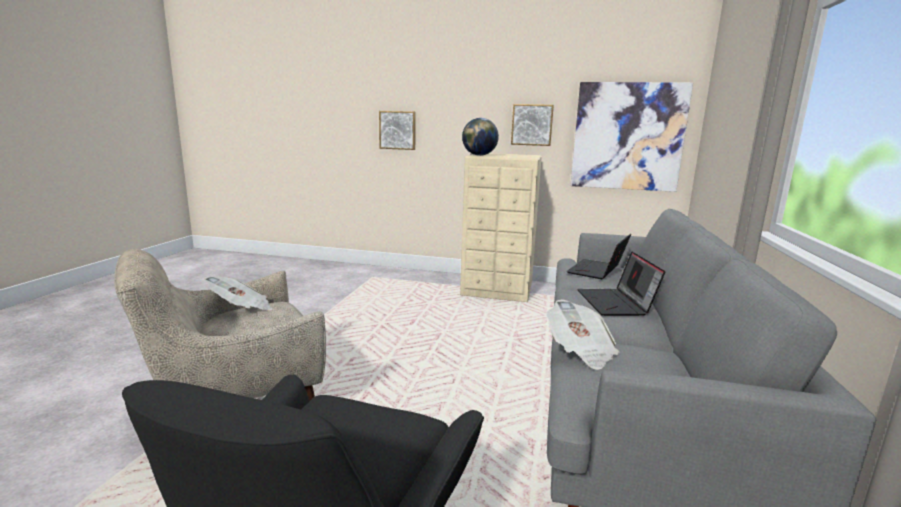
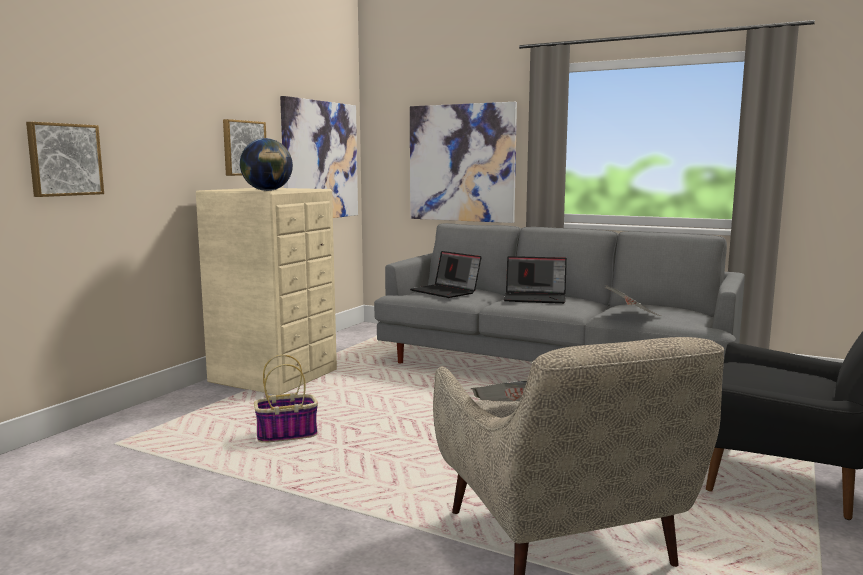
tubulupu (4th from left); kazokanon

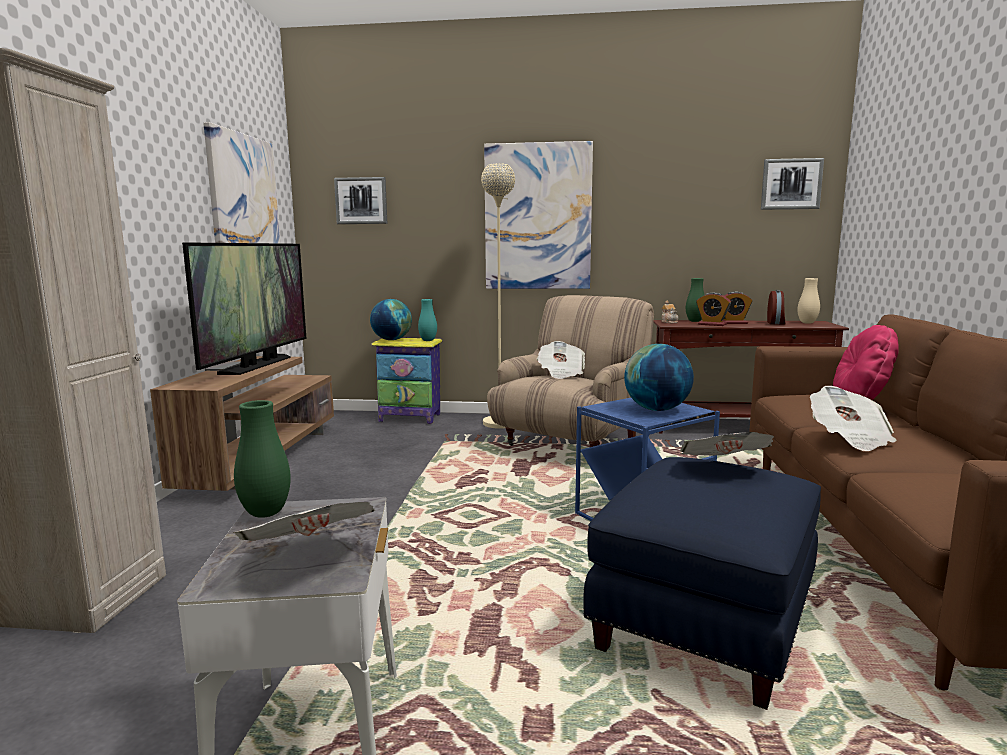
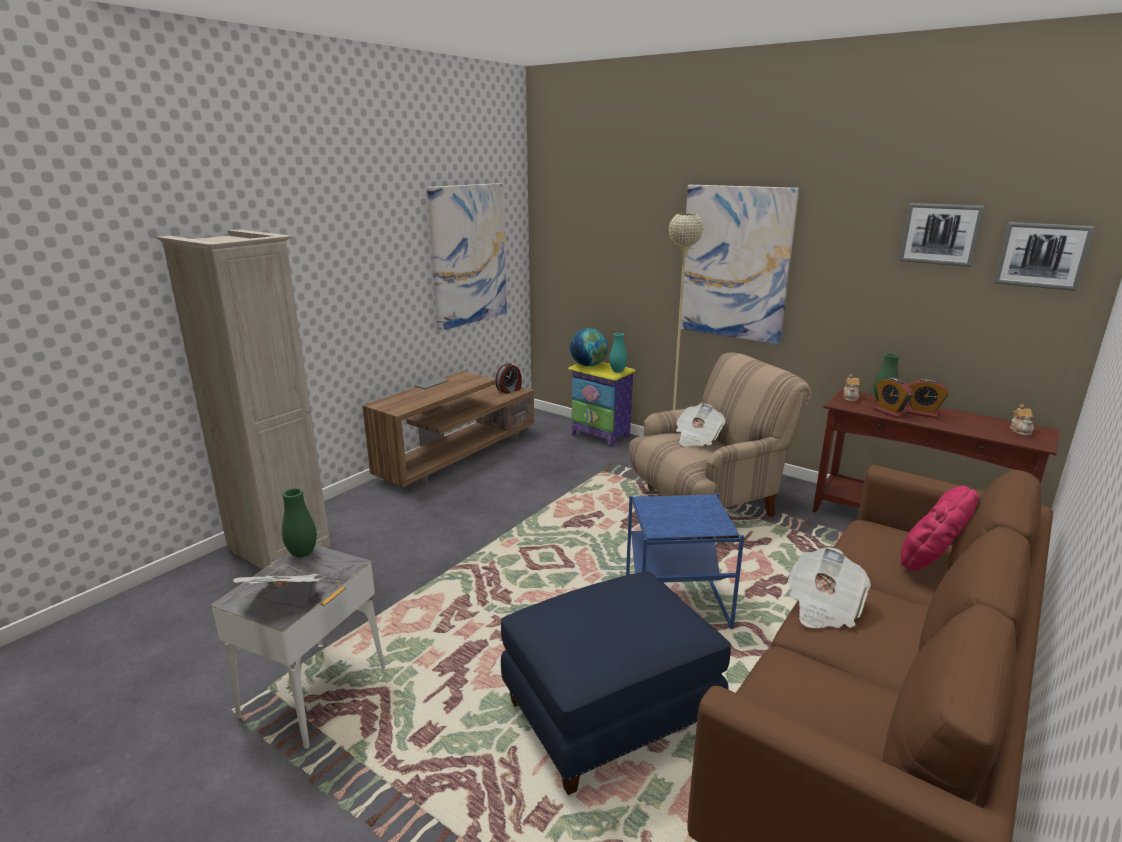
tubulupu (3rd from left); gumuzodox; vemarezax (2nd from left); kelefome (1st from left); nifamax (2nd from left in the first image); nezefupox (3rd from left in the first image)

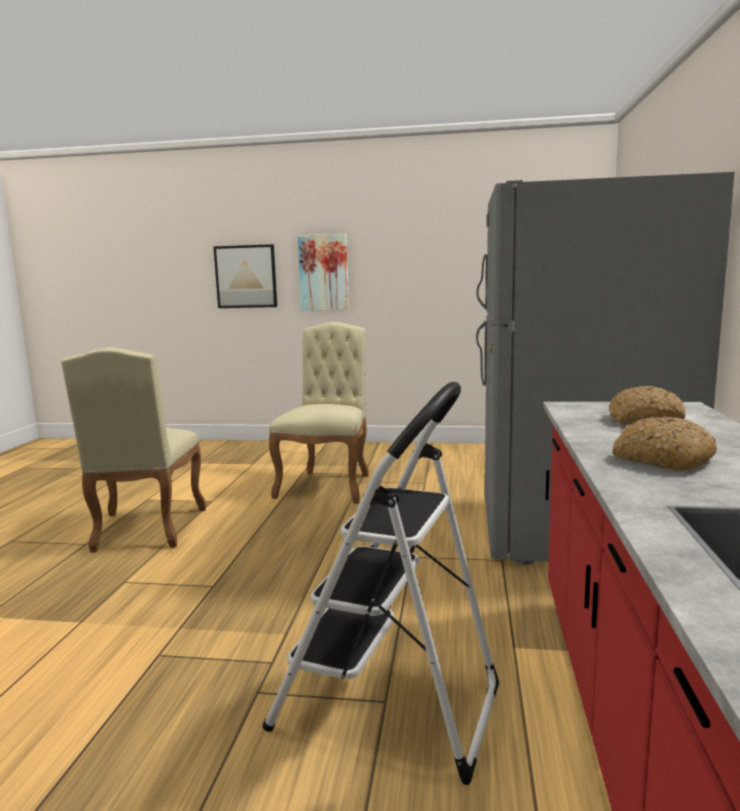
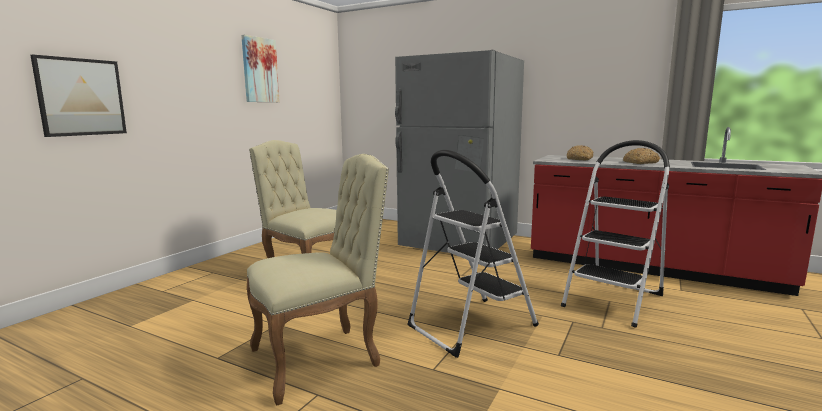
tubulupu (2nd from left); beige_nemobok (2nd from left); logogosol (1st from left)

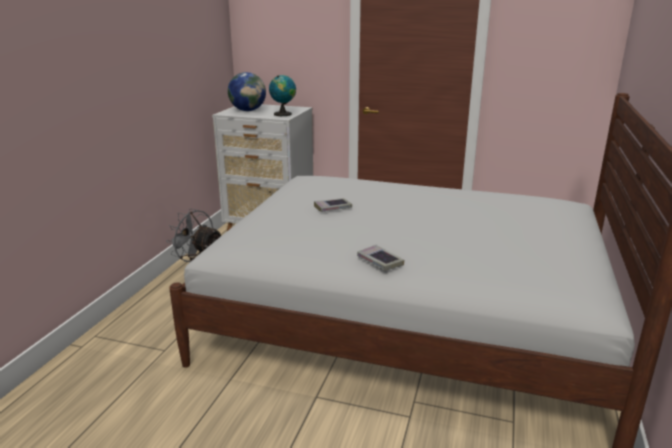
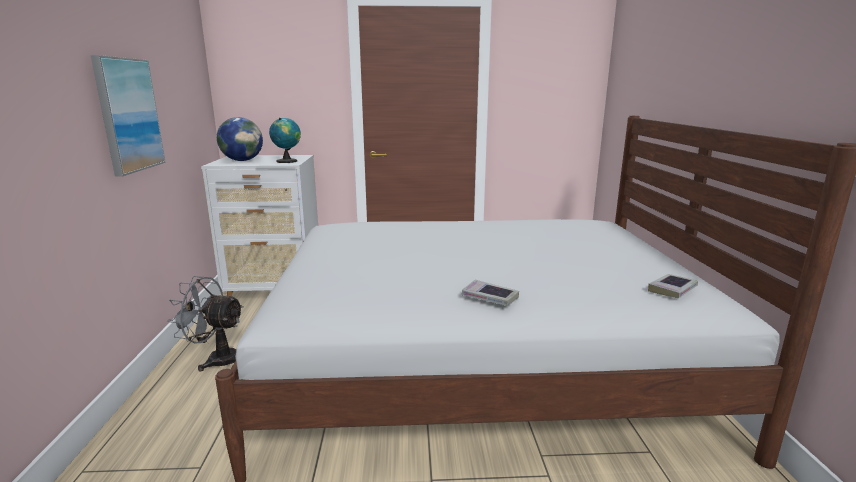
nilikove (2nd from left); tubulupu

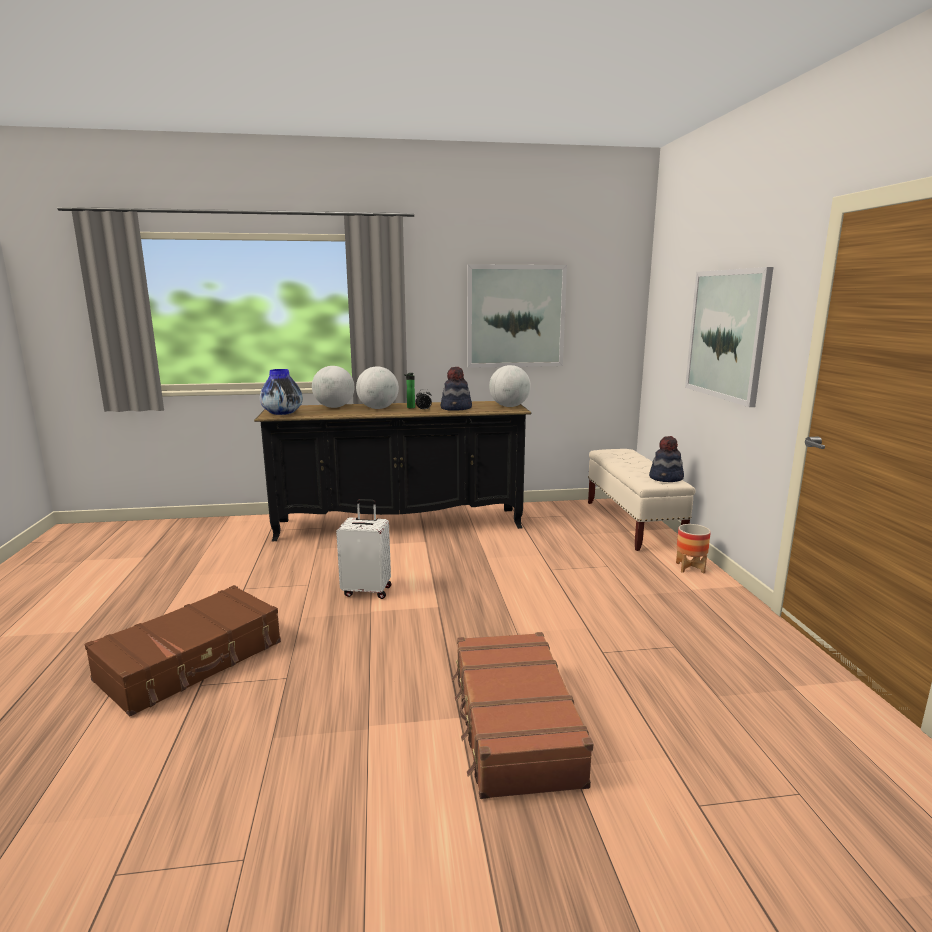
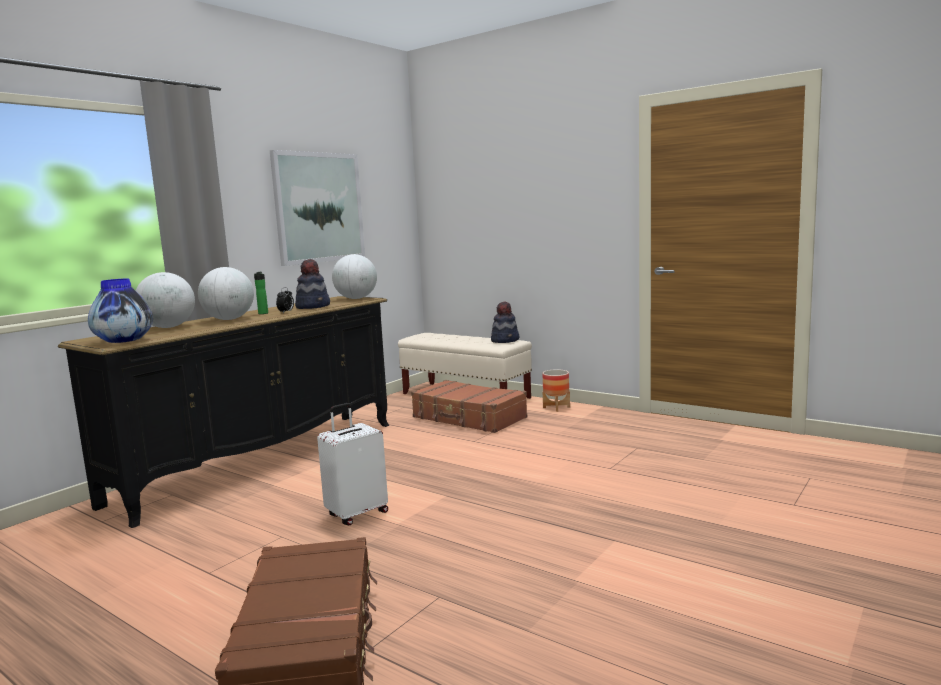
tubulupu (2nd from left in the first image); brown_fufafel (2nd from left)

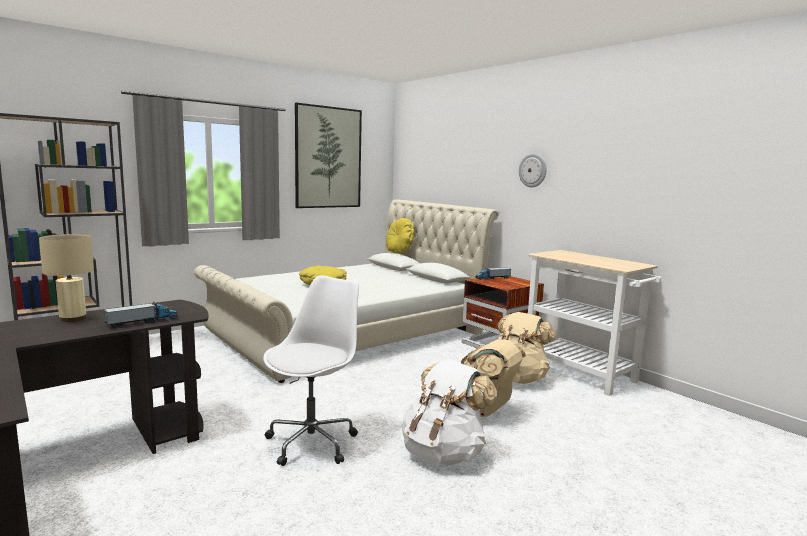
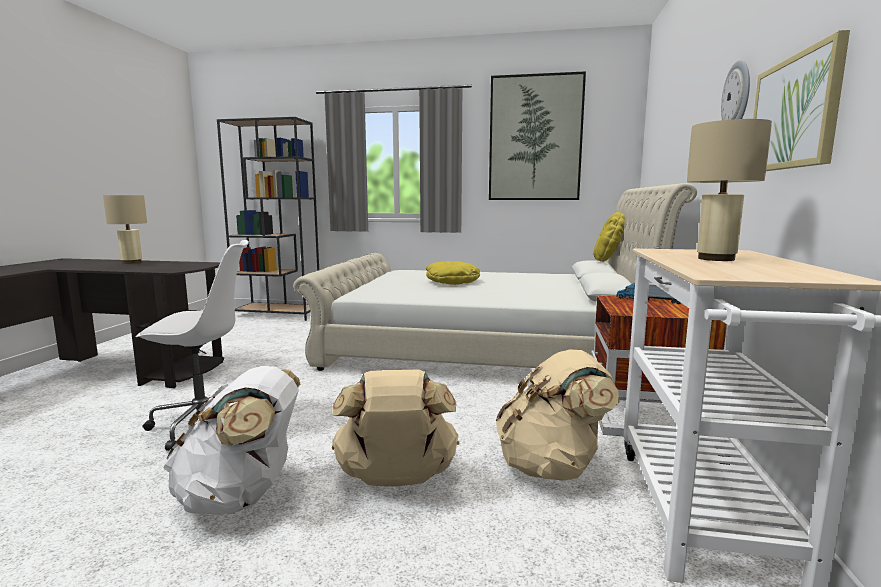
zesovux (1st from left in the first image); tubulupu (2nd from left); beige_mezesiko (2nd from left)

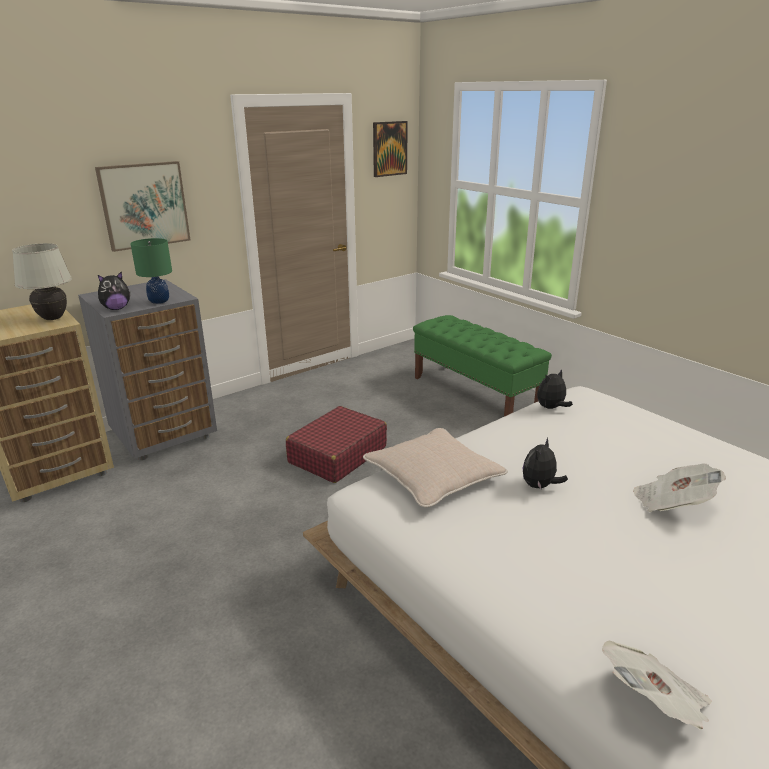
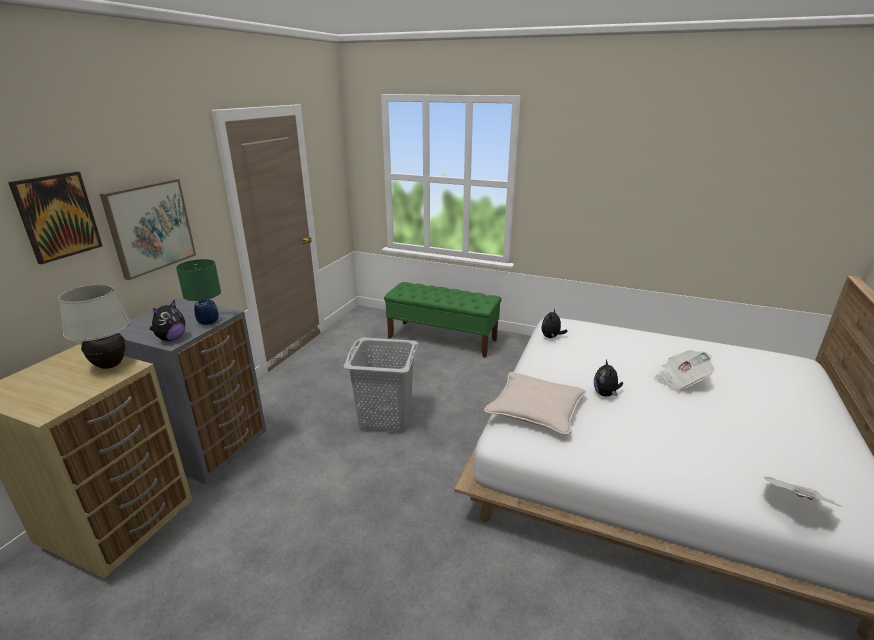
tubulupu (1st from left); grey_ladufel

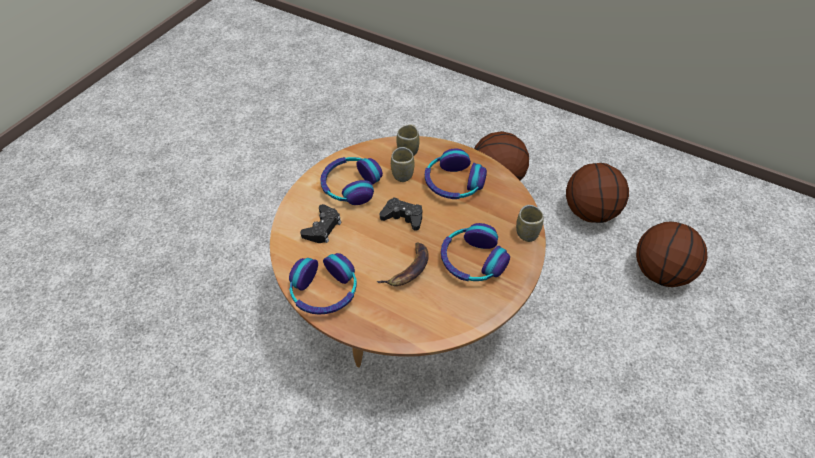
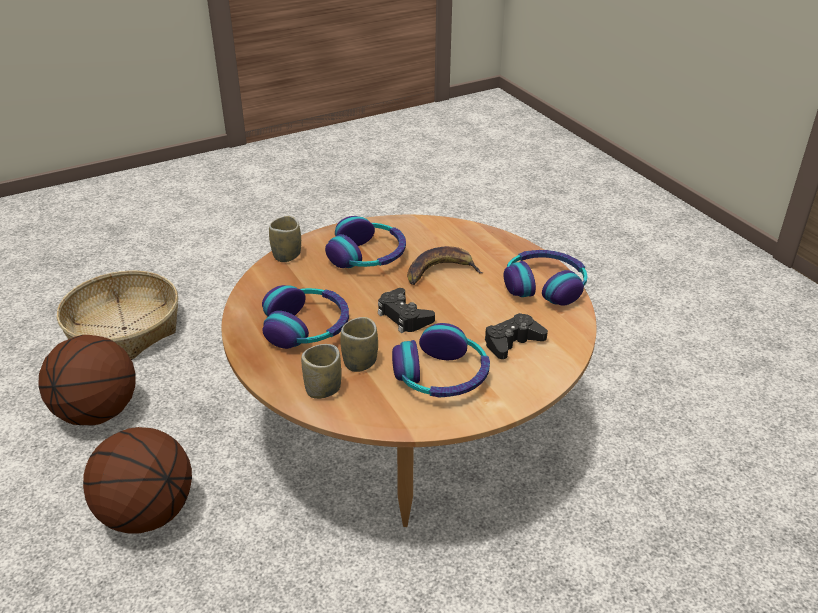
kazokanon

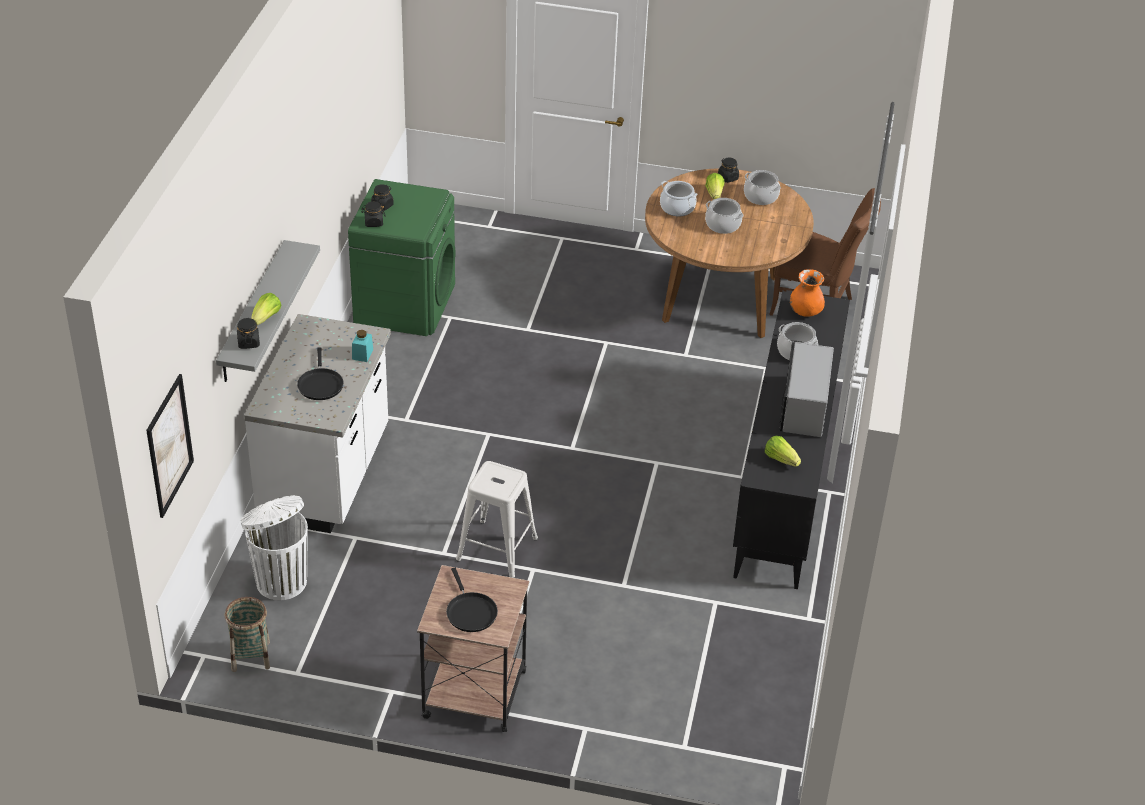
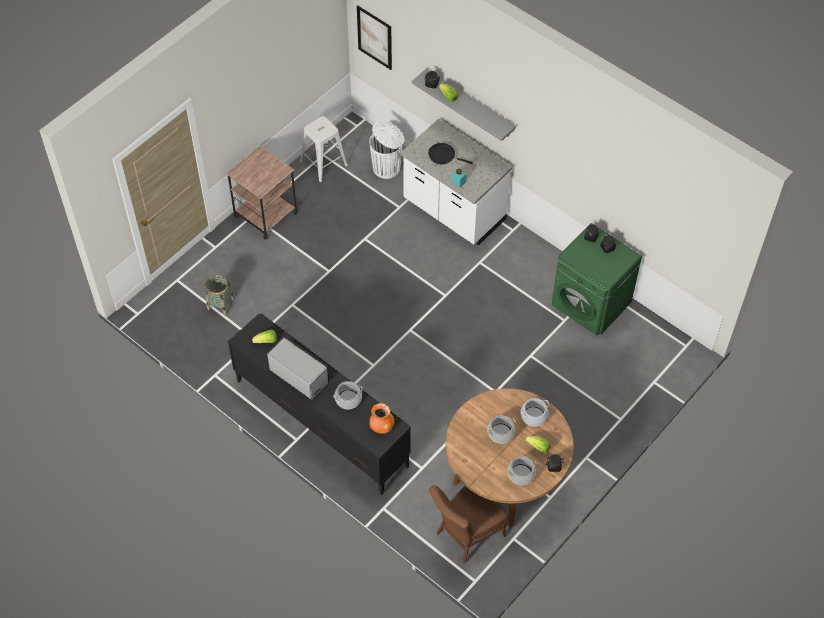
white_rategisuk; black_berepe (2nd from left in the first image); kazokanon

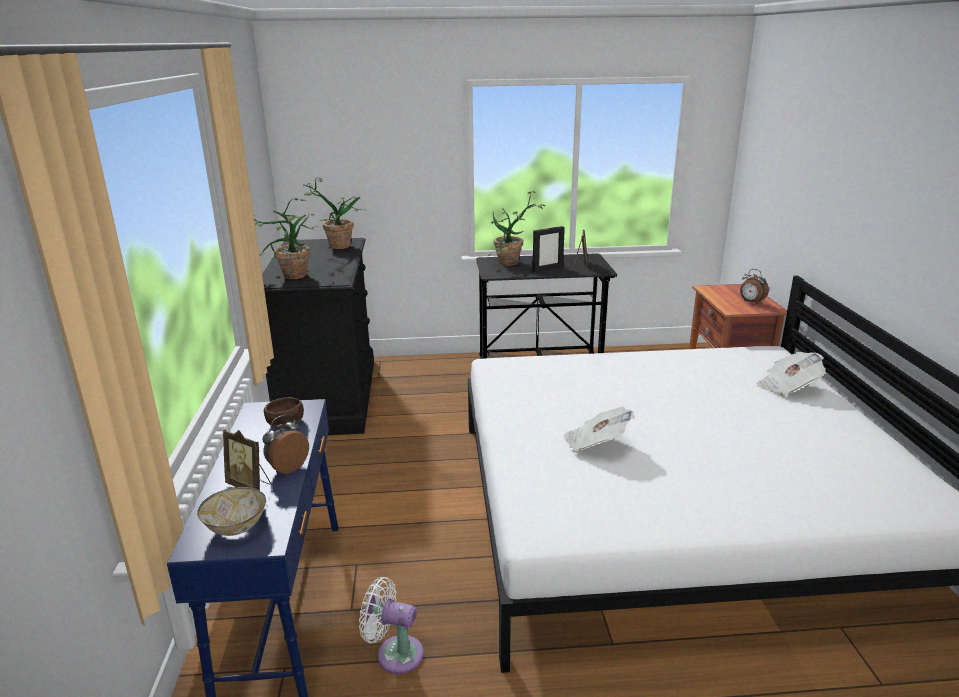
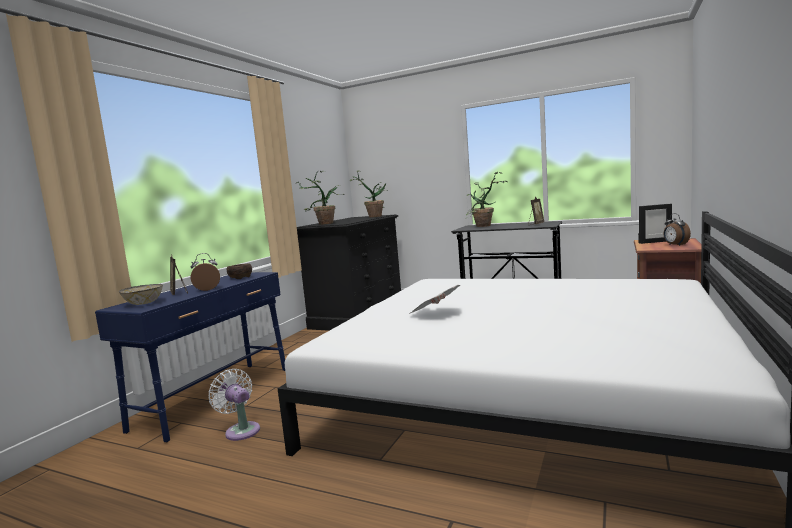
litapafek (3rd from left); nezefupox (2nd from left in the first image)

